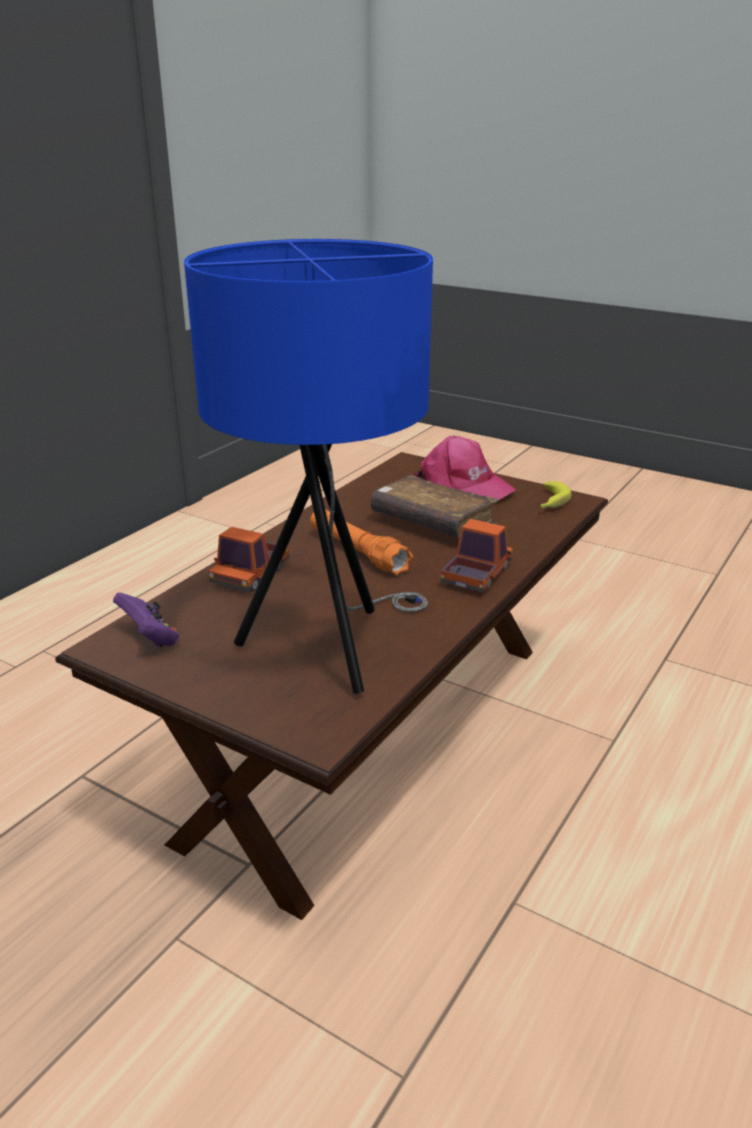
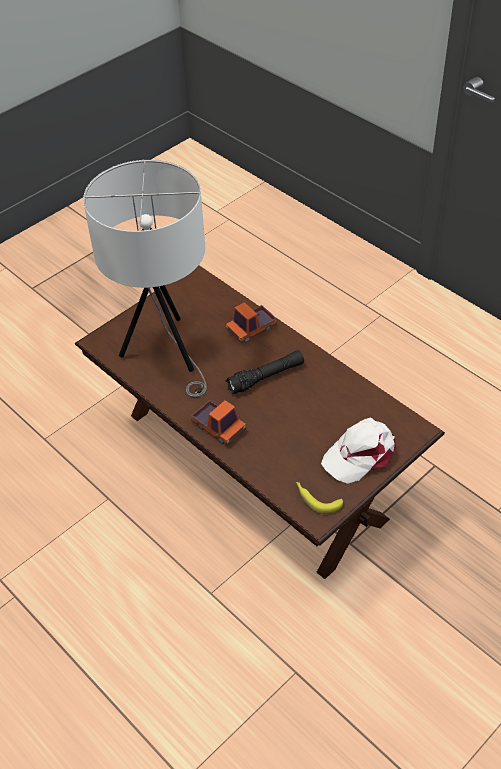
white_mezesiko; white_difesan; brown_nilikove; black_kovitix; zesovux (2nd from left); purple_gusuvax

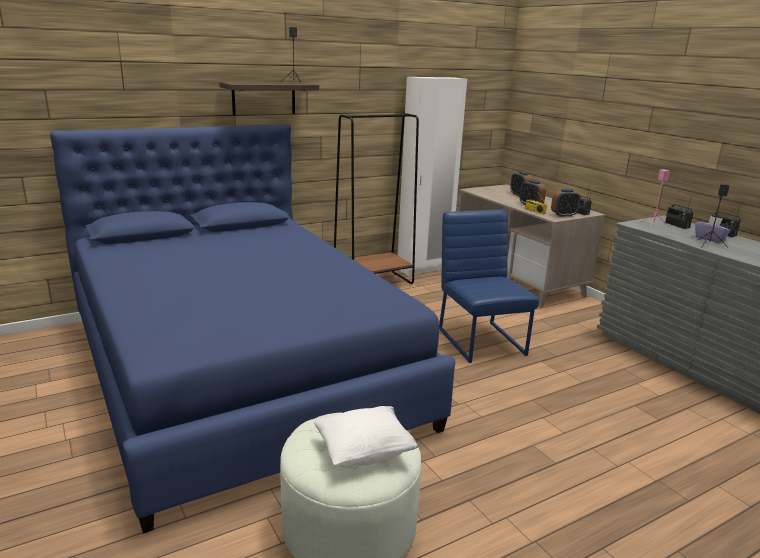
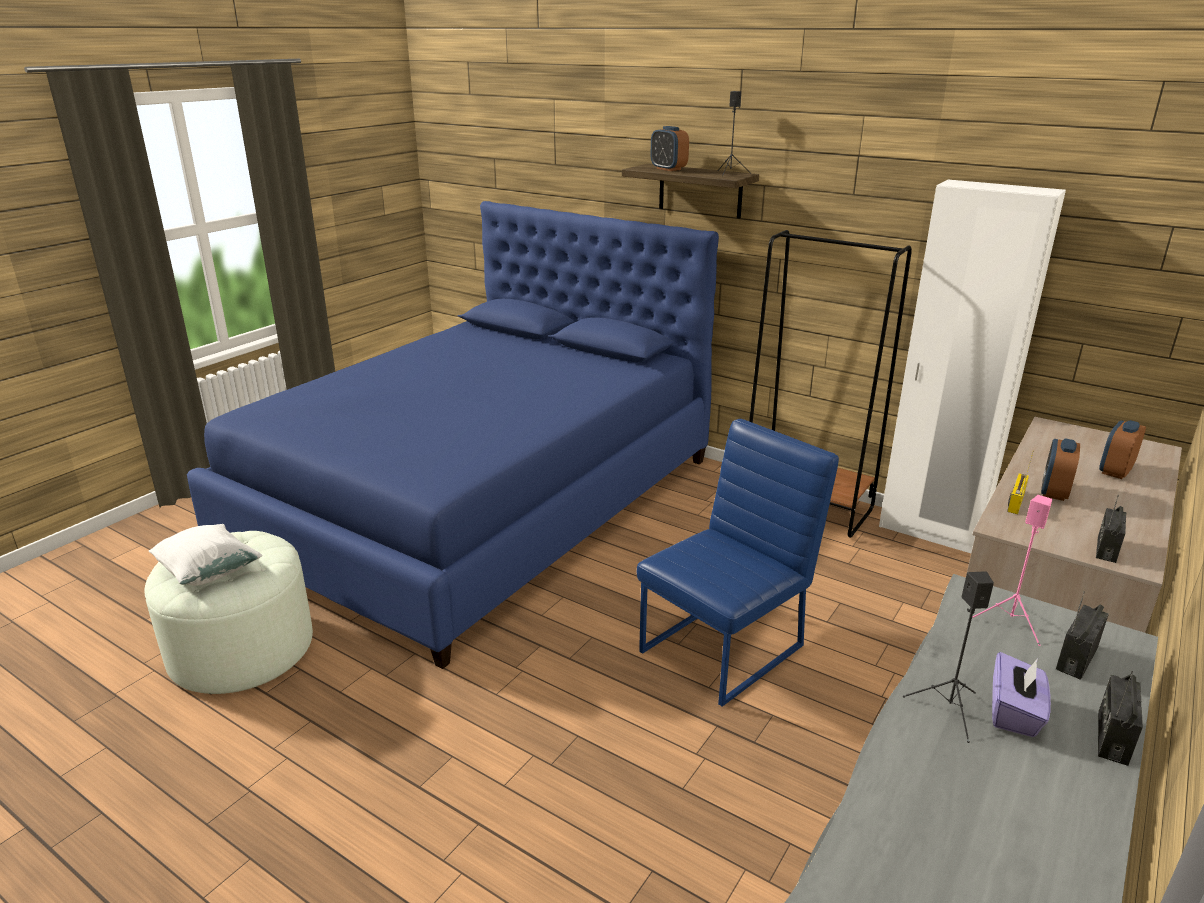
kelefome (1st from left)

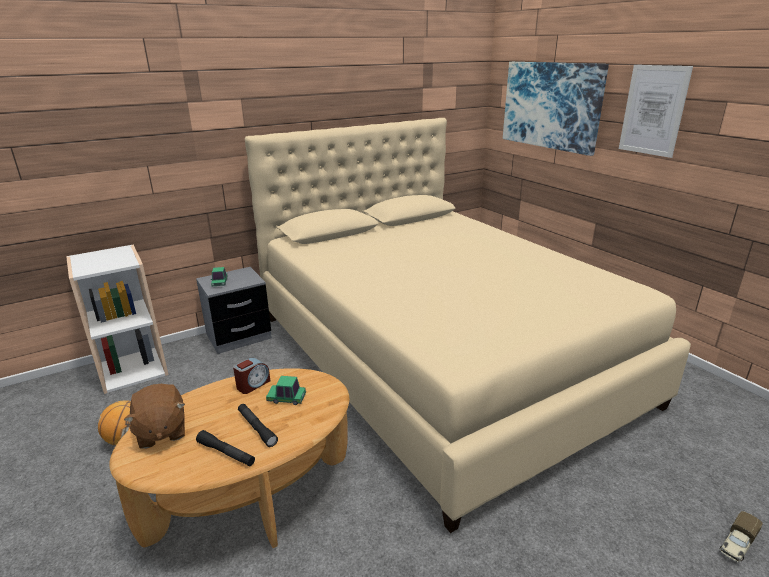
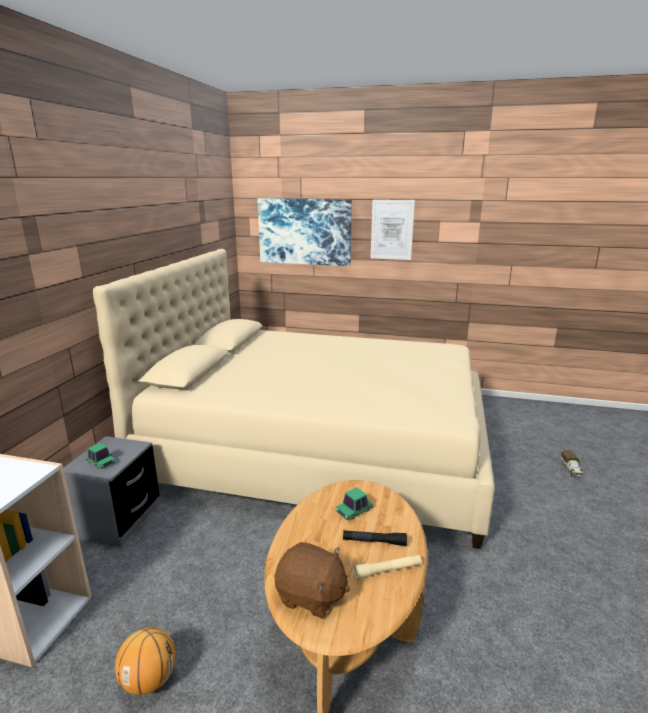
kelefome; beige_kovitix

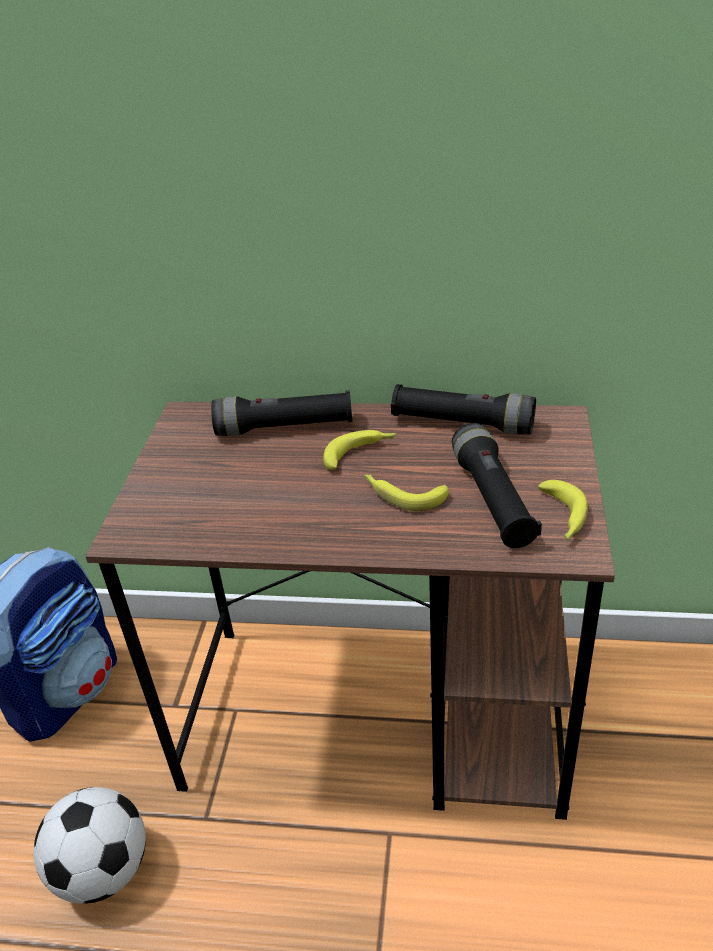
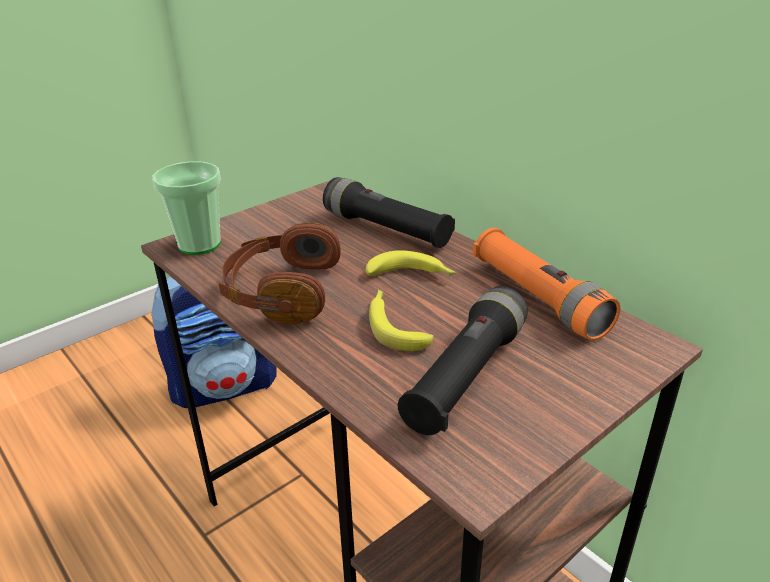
orange_kovitix; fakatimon (3rd from left in the first image); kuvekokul; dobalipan; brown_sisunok

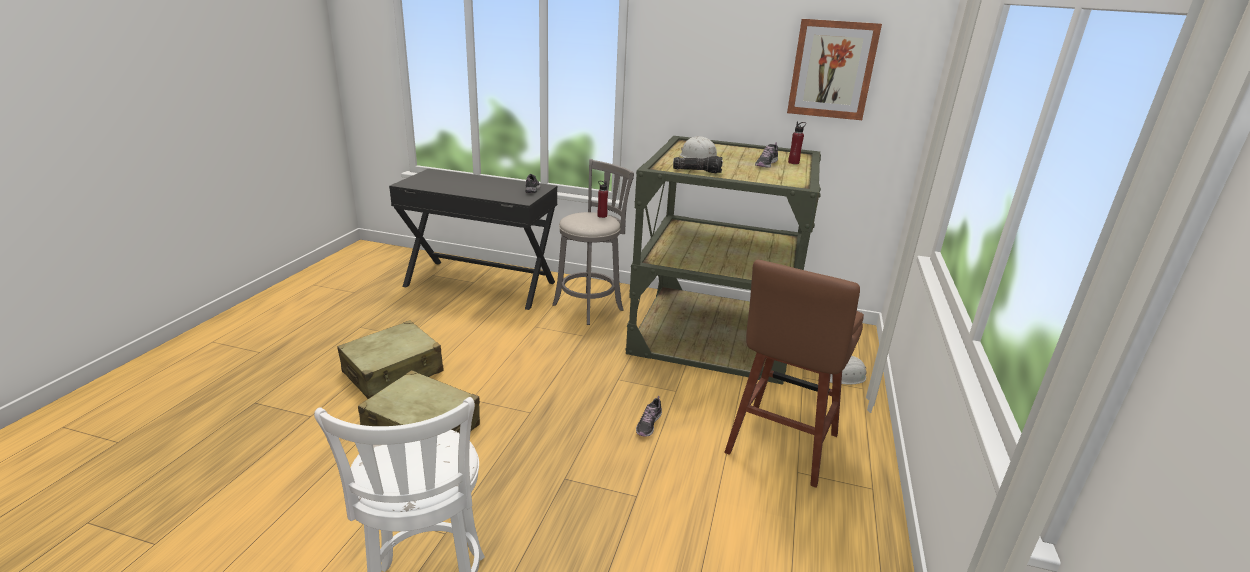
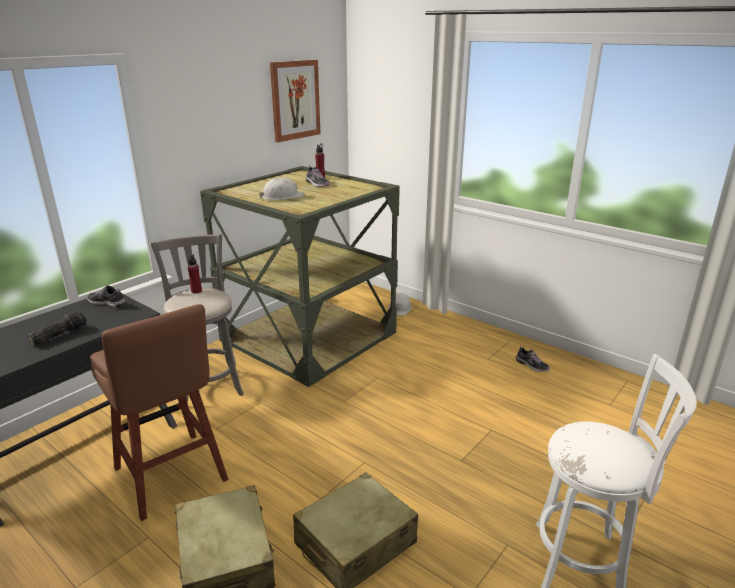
kovitix; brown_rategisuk; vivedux (3rd from left)

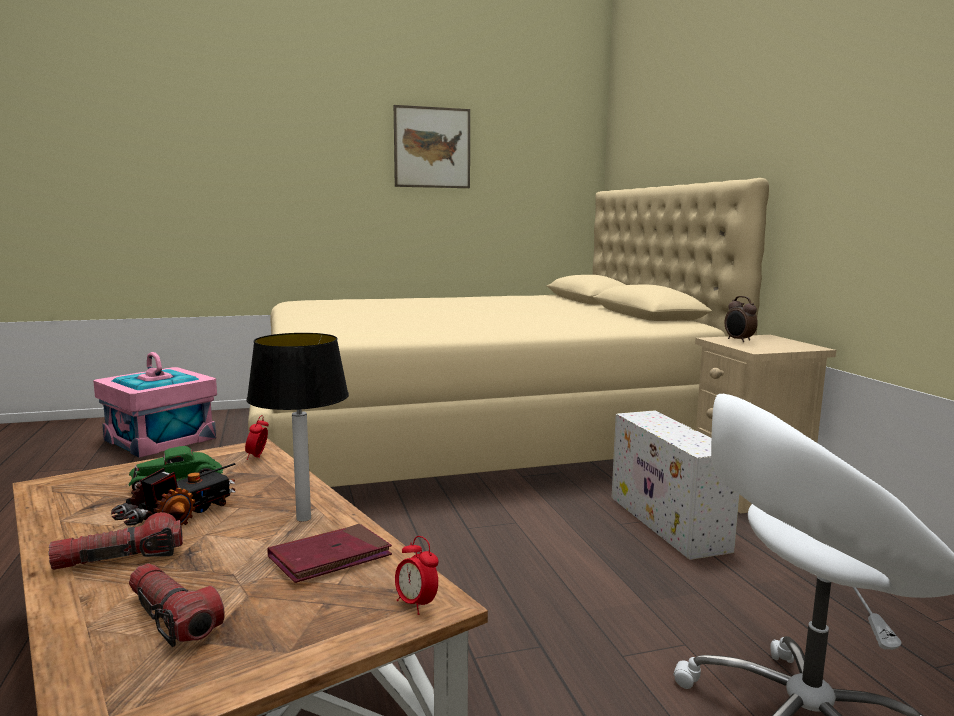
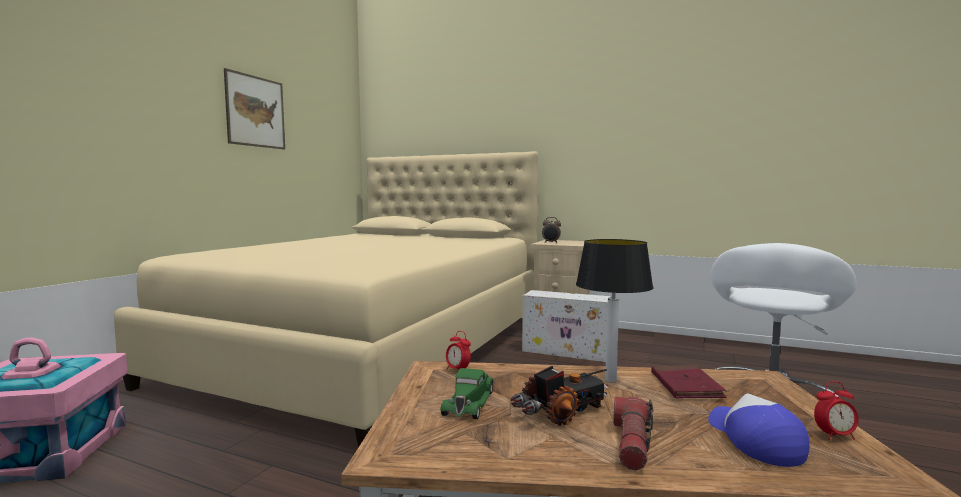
zesovux; kelefome (3rd from left); difesan

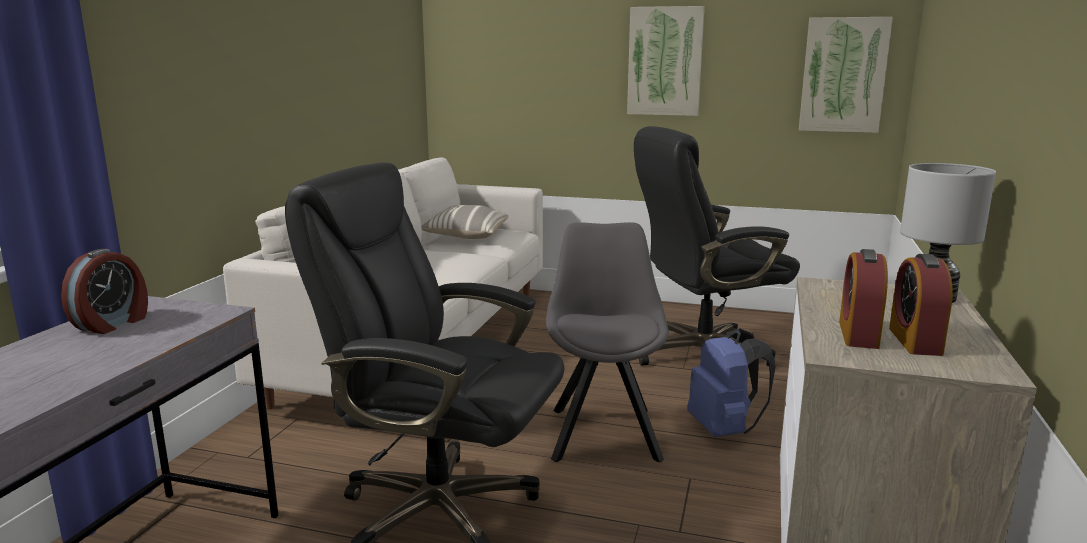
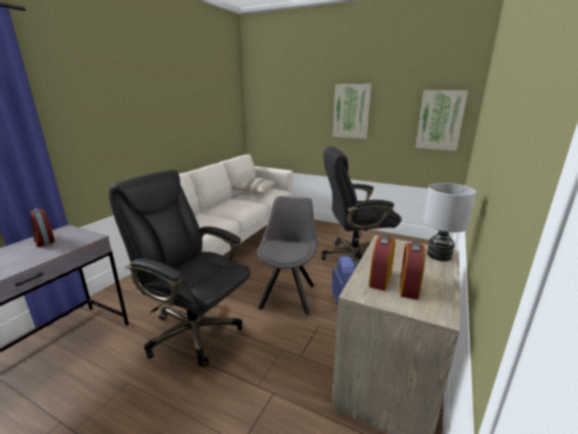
kelefome (1st from left)

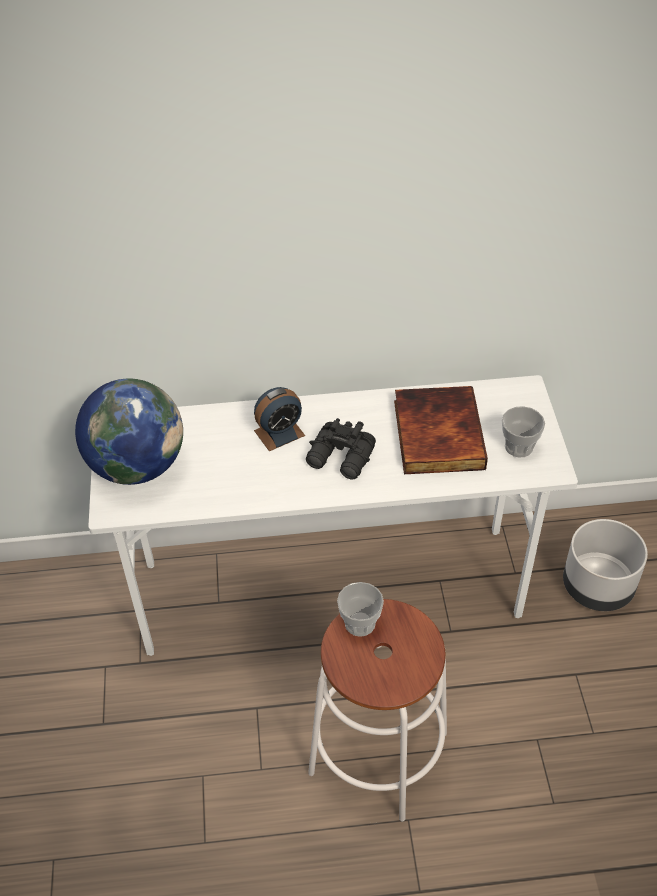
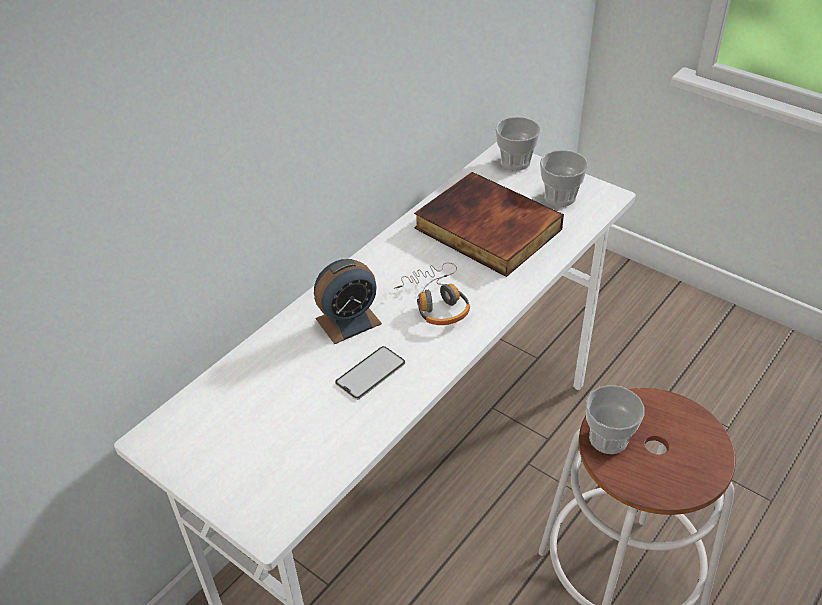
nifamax; kelefome; sisunok; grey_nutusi; dobalipan (1st from left); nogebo

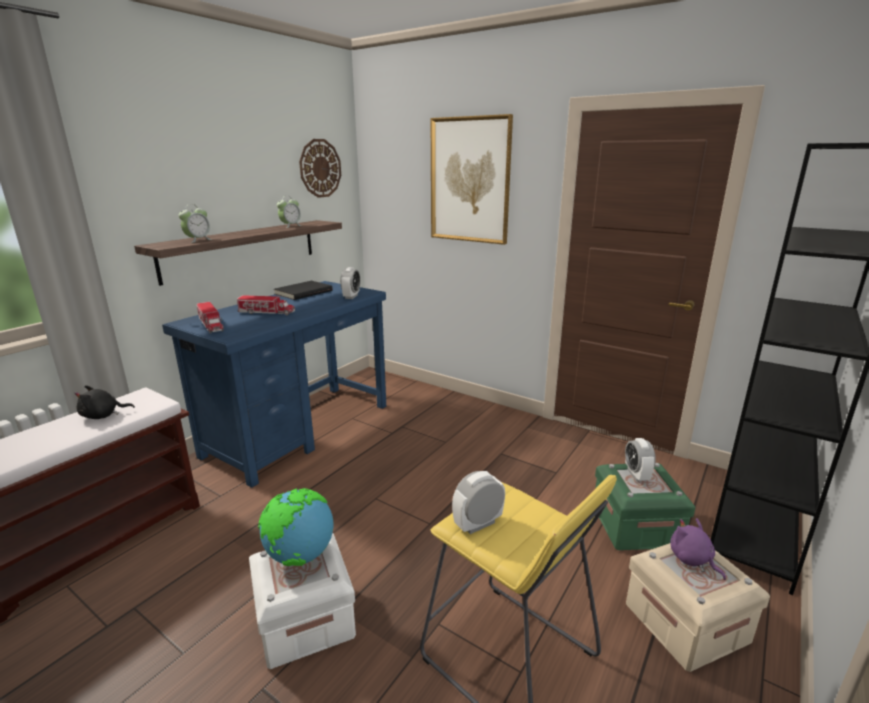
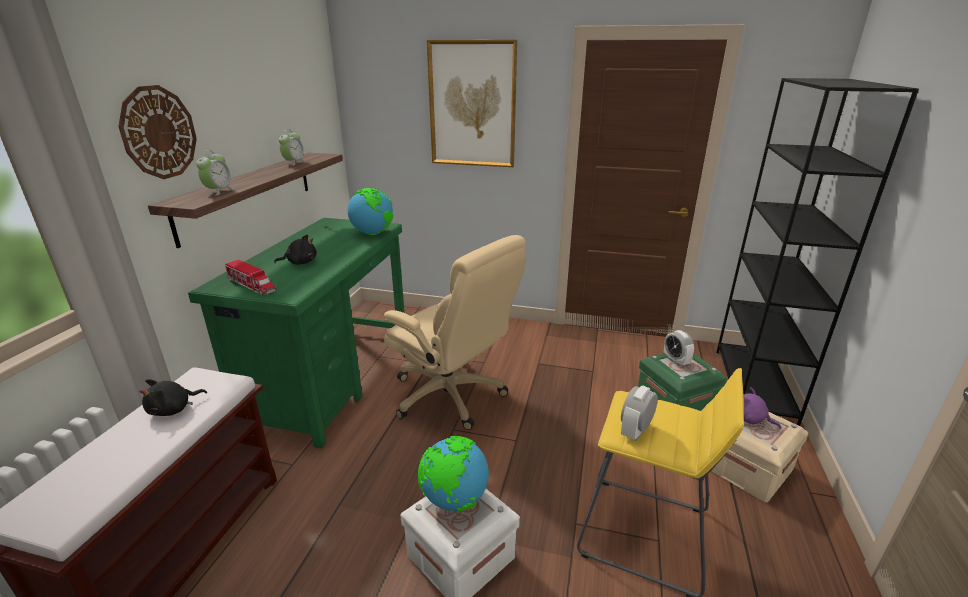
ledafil; nifamax (1st from left); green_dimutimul; black_nilikove; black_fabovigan (2nd from left); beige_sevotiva

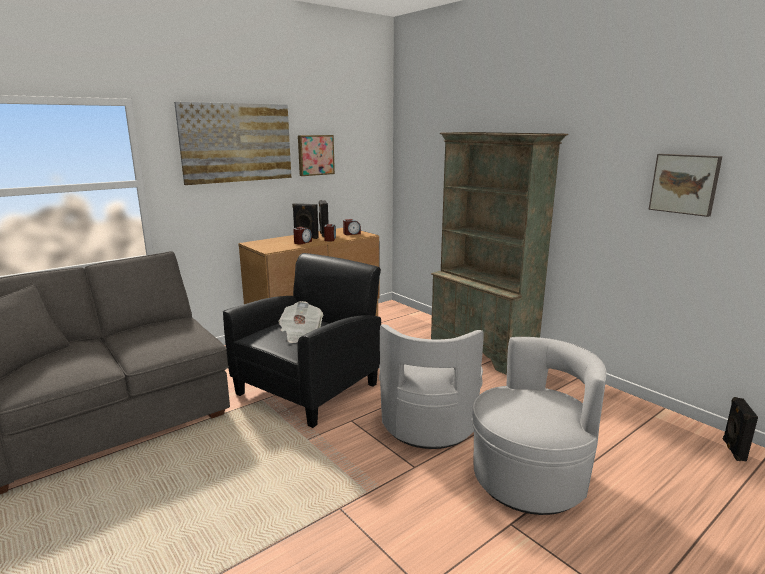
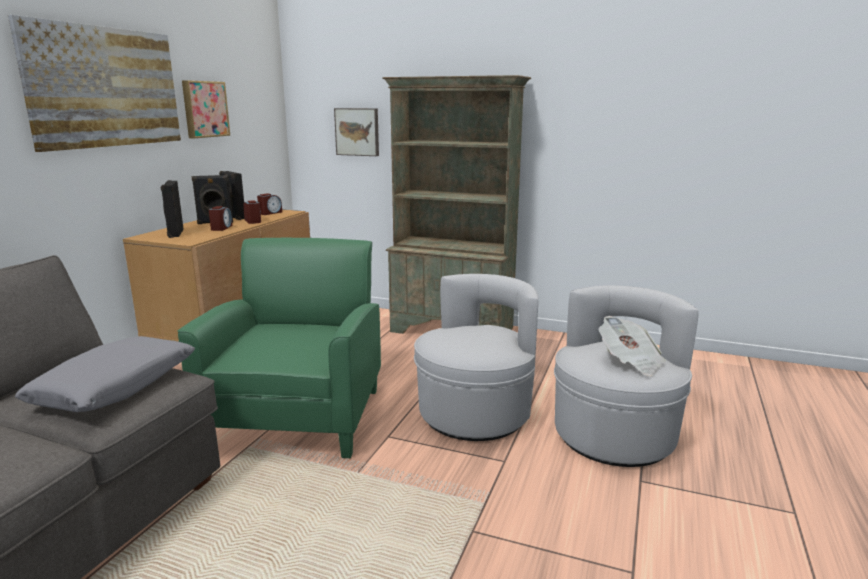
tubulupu (3rd from left); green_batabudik; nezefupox; white_batabudik (1st from left); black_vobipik (1st from left); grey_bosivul

